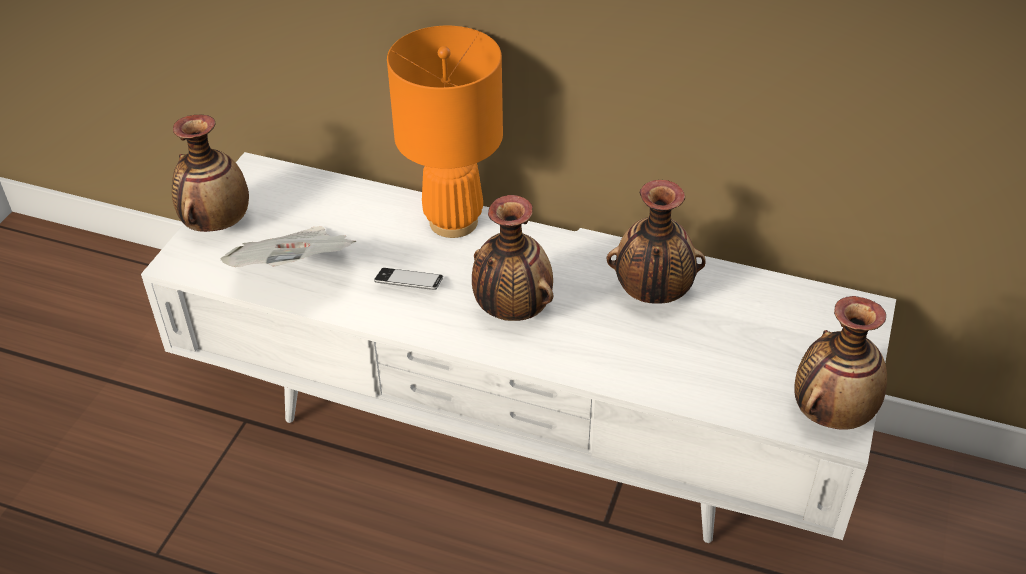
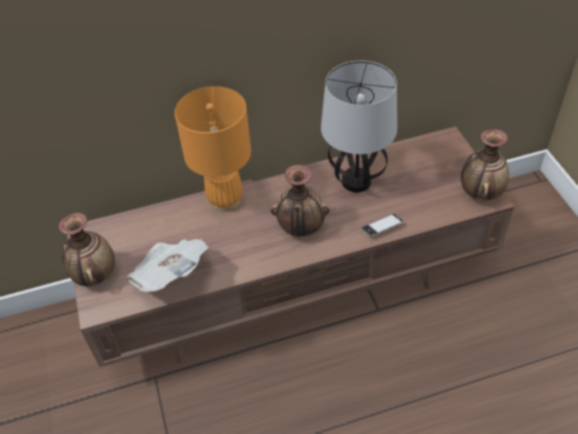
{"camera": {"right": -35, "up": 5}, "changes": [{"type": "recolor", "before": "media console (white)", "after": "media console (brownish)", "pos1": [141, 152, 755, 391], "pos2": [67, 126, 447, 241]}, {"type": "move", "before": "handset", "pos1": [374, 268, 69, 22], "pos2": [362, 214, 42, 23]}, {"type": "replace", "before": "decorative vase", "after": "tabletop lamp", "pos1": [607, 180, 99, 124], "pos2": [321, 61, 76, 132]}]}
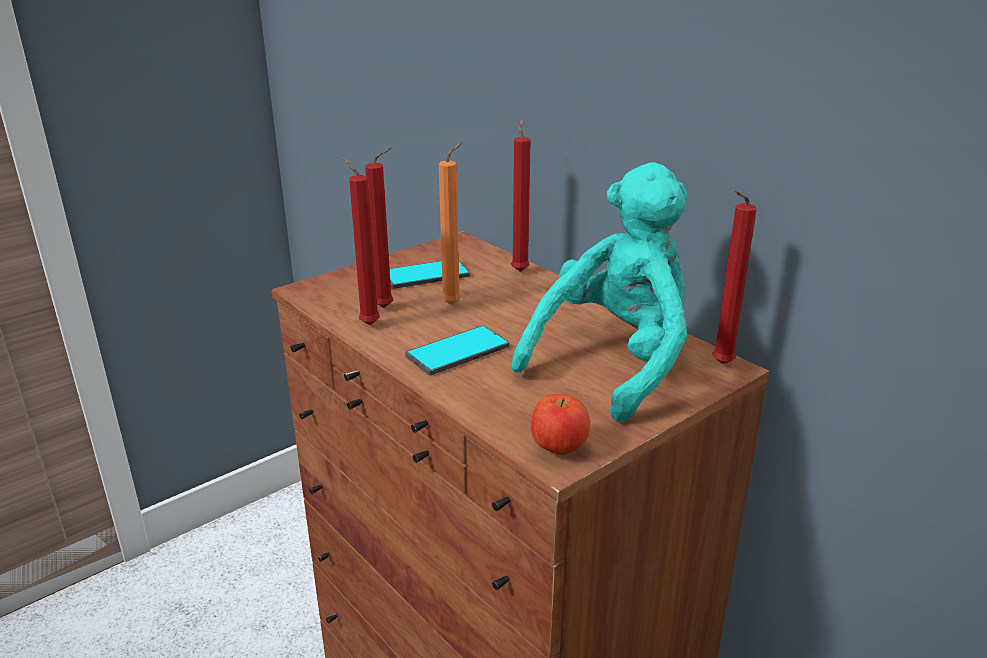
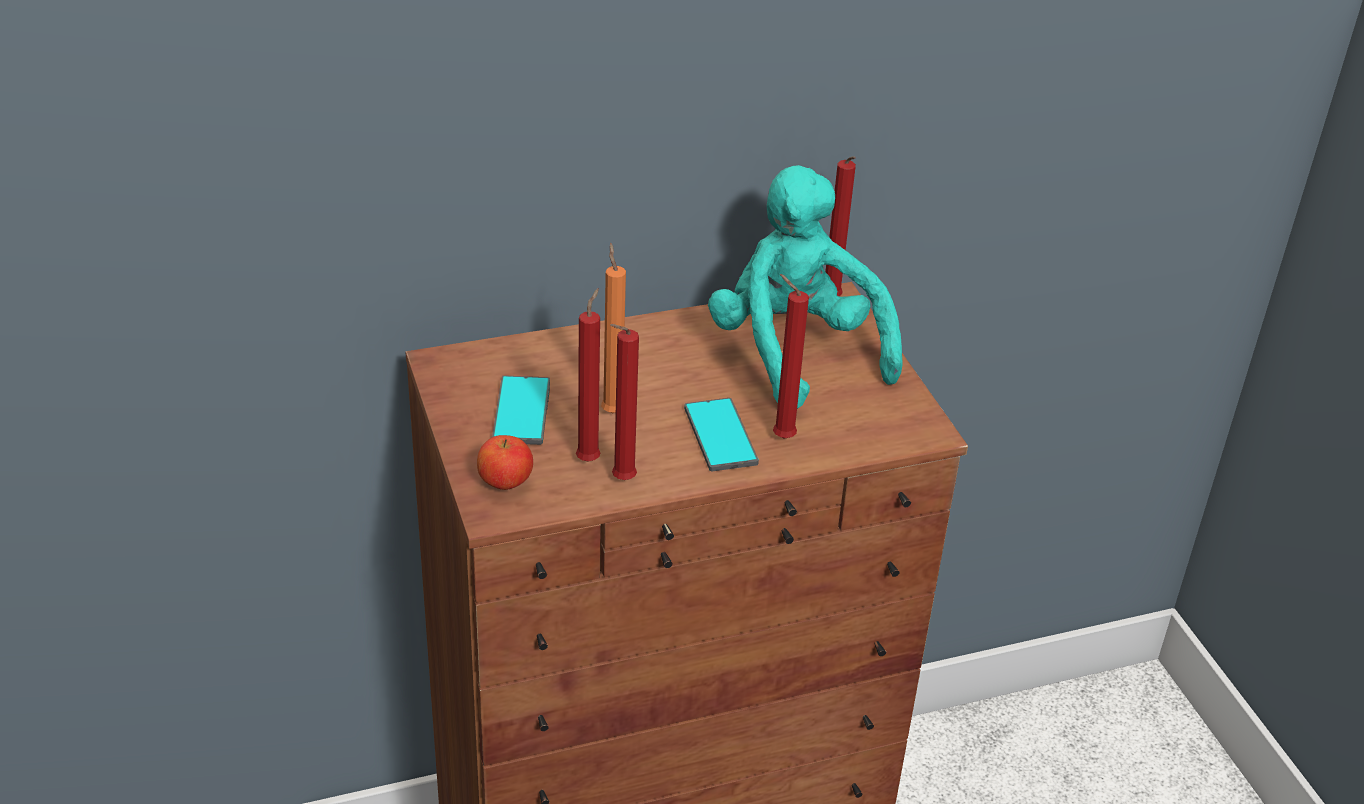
{"camera": {"right": -70, "up": 10}, "changes": [{"type": "move", "before": "wax candle (red-coloured)", "pos1": [511, 119, 20, 153], "pos2": [773, 274, 36, 165]}, {"type": "move", "before": "apple", "pos1": [531, 394, 59, 61], "pos2": [477, 435, 56, 55]}]}
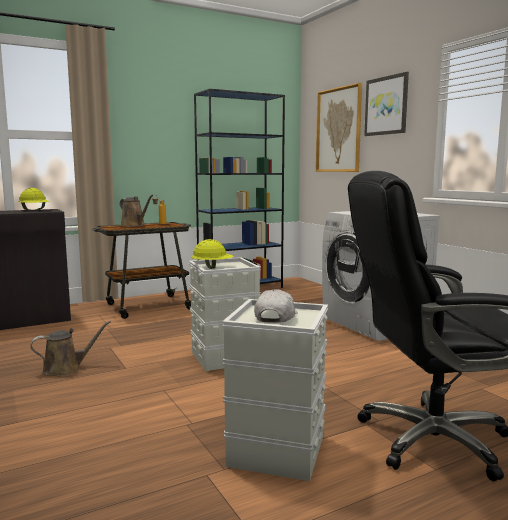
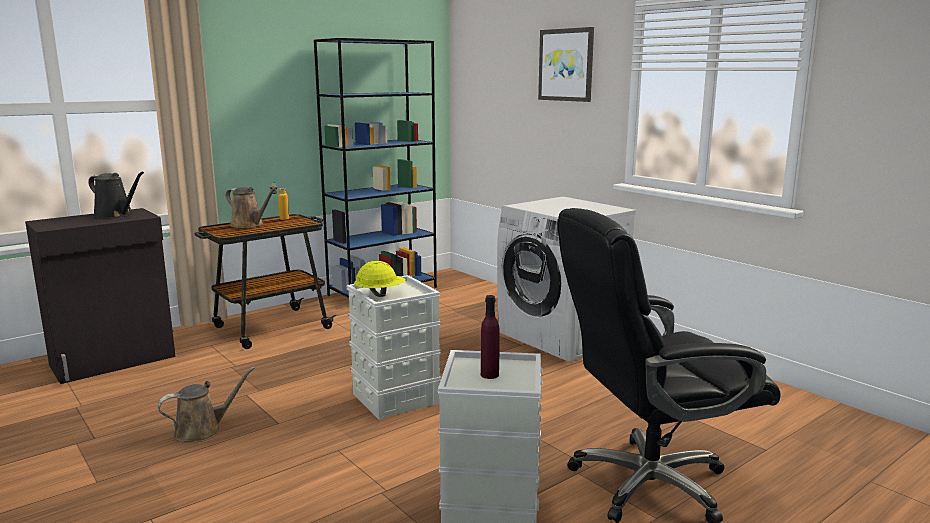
{"camera": {"right": -10, "up": 5}, "changes": [{"type": "replace", "before": "work helmet (yellow-coloured)", "after": "watering can (black)", "pos1": [19, 188, 31, 23], "pos2": [88, 172, 56, 46]}, {"type": "replace", "before": "baseball cap (white)", "after": "beverage bottle (purplish)", "pos1": [254, 289, 44, 34], "pos2": [481, 295, 19, 84]}, {"type": "delete", "before": "wall picture", "pos1": [316, 83, 46, 89]}]}
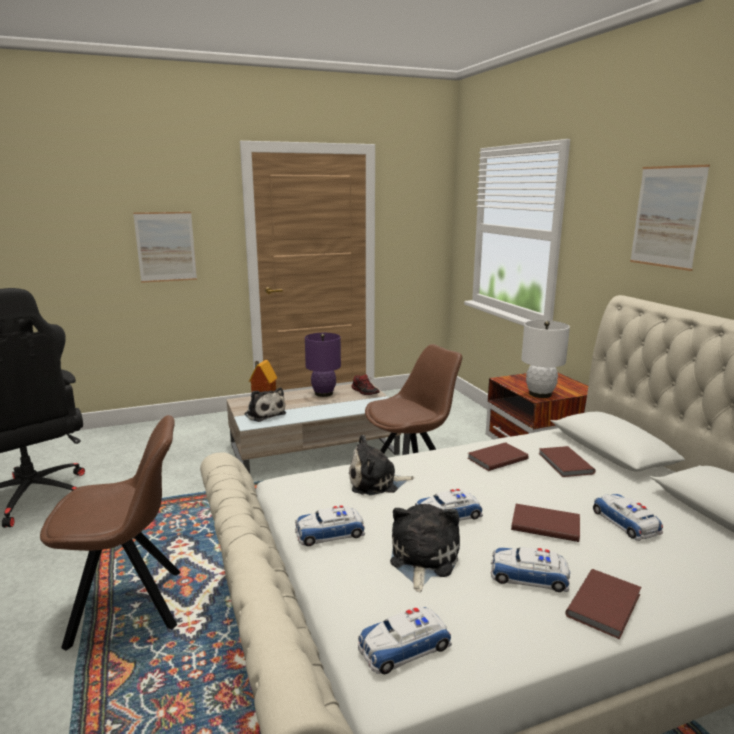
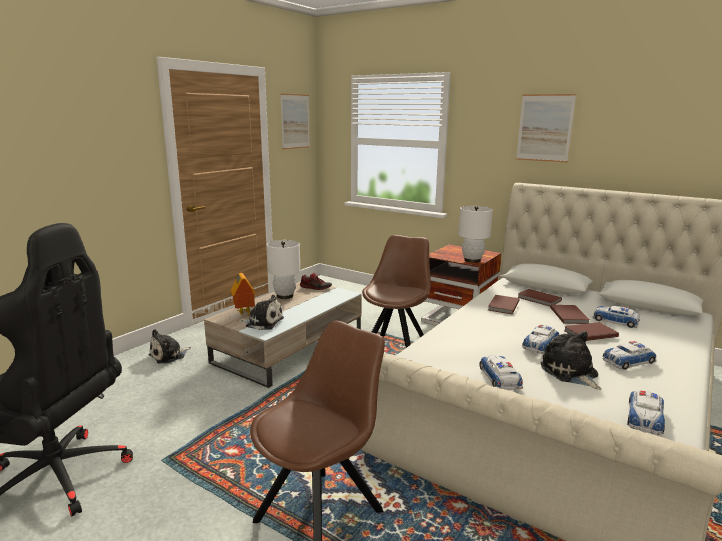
{"camera": {"right": -35, "up": 0}, "changes": [{"type": "move", "before": "wall picture", "pos1": [133, 212, 64, 71], "pos2": [280, 94, 30, 55]}, {"type": "rotate", "before": "toy car", "pos1": [295, 505, 70, 41], "pos2": [480, 356, 43, 34], "turn": 135}, {"type": "recolor", "before": "tabletop lamp (purplish)", "after": "tabletop lamp (white)", "pos1": [305, 333, 36, 64], "pos2": [266, 240, 34, 59]}, {"type": "move", "before": "plush toy", "pos1": [349, 435, 65, 60], "pos2": [148, 329, 43, 35]}, {"type": "move", "before": "book (brownish)", "pos1": [565, 569, 76, 70], "pos2": [550, 305, 40, 19]}]}
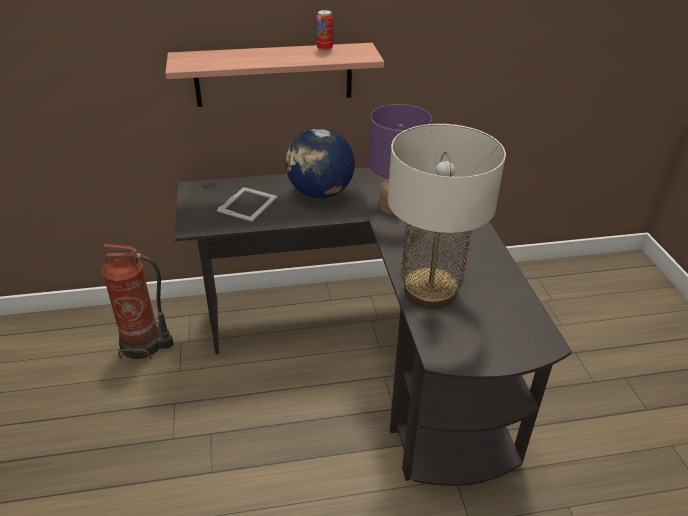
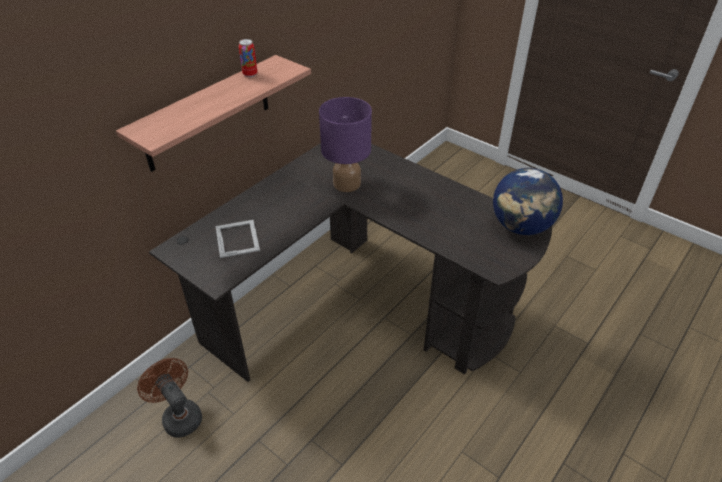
{"camera": {"right": -40, "up": 5}, "changes": [{"type": "replace", "before": "fire-fighting cylinder", "after": "electric fan (brownish)", "pos1": [102, 244, 72, 115], "pos2": [137, 358, 65, 80]}, {"type": "move", "before": "world globe", "pos1": [285, 129, 70, 70], "pos2": [493, 168, 70, 67]}, {"type": "delete", "before": "tabletop lamp", "pos1": [388, 124, 118, 185]}]}
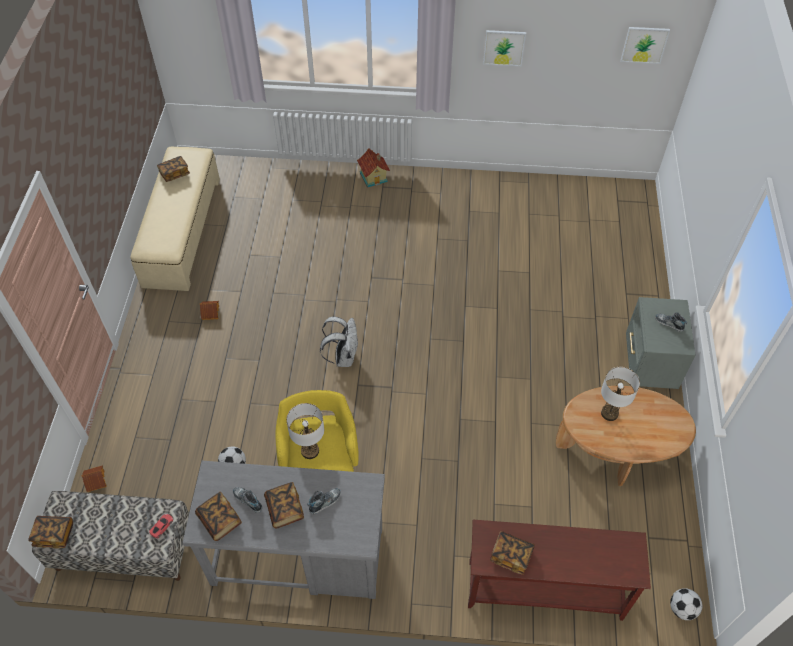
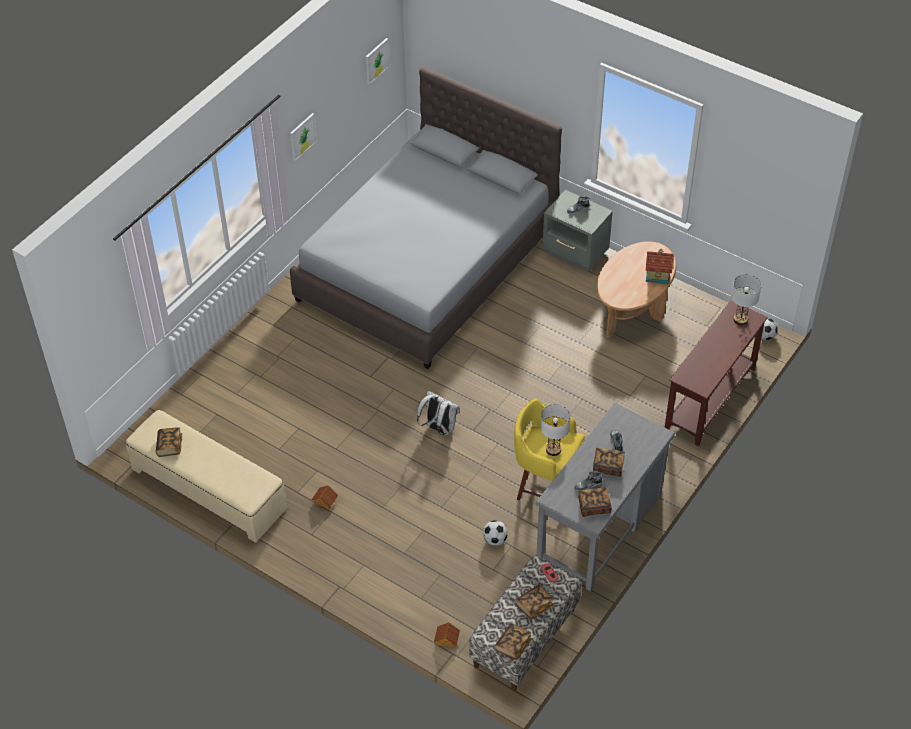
{"camera": {"right": -60, "up": -5}, "changes": [{"type": "move", "before": "toy house", "pos1": [357, 148, 33, 40], "pos2": [645, 248, 29, 36]}, {"type": "move", "before": "book", "pos1": [490, 531, 45, 44], "pos2": [515, 585, 39, 35]}, {"type": "move", "before": "tabletop lamp", "pos1": [601, 367, 39, 54], "pos2": [731, 274, 30, 51]}, {"type": "insert", "after": "bedroom bed (gray)", "pos2": [290, 67, 272, 302]}]}
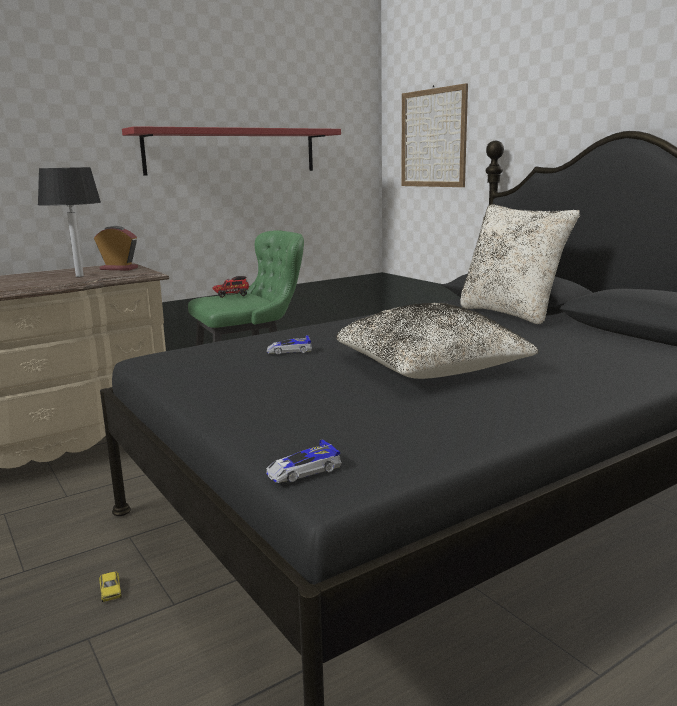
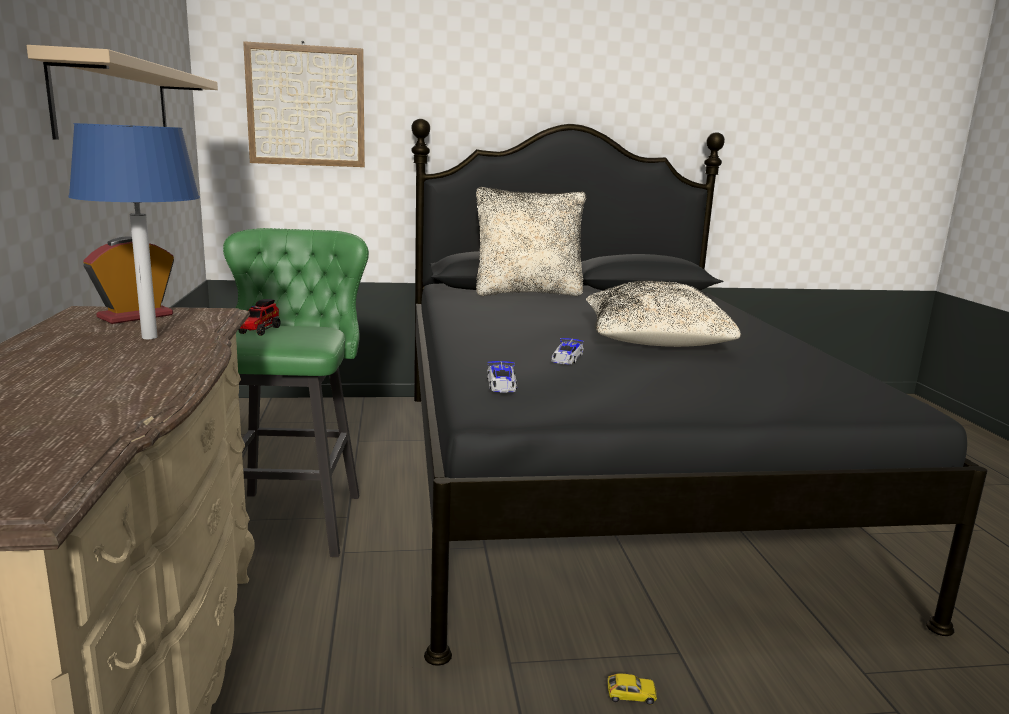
{"camera": {"right": -65, "up": 0}, "changes": [{"type": "recolor", "before": "tabletop lamp (black)", "after": "tabletop lamp (blue-coloured)", "pos1": [38, 167, 63, 110], "pos2": [68, 123, 132, 216]}, {"type": "recolor", "before": "bracket shelf (red-coloured)", "after": "bracket shelf (sand-coloured)", "pos1": [122, 126, 219, 50], "pos2": [27, 45, 191, 95]}, {"type": "move", "before": "toy car", "pos1": [266, 439, 76, 44], "pos2": [487, 361, 30, 32]}]}
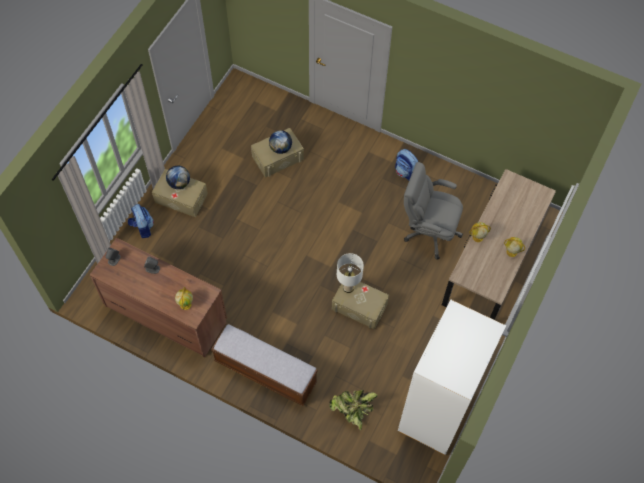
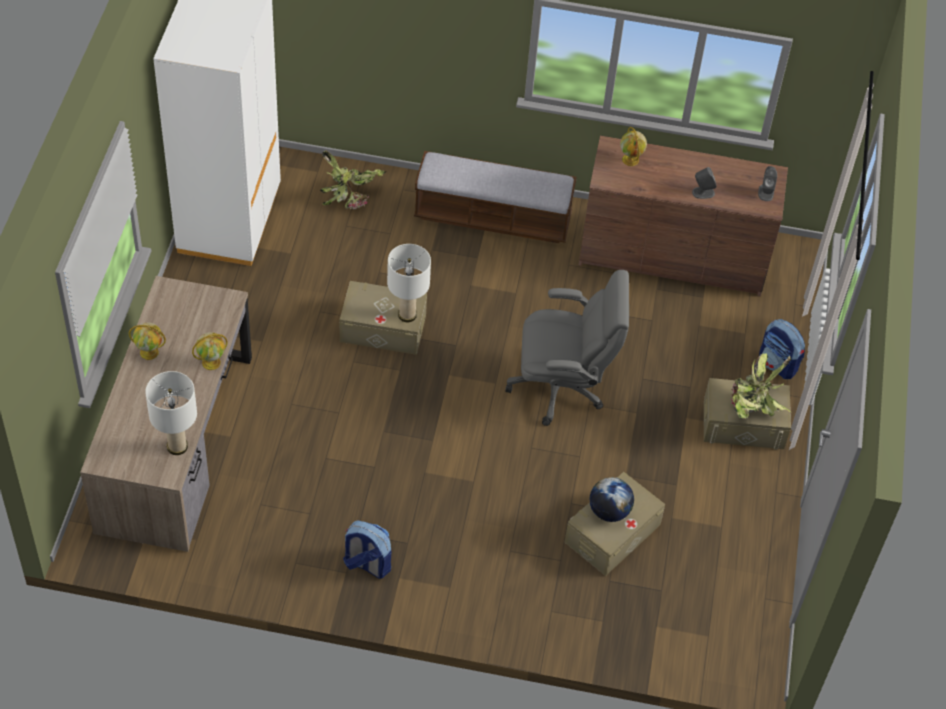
{"camera": {"right": 160, "up": -10}, "changes": [{"type": "replace", "before": "world globe", "after": "houseplant", "pos1": [166, 166, 24, 23], "pos2": [731, 353, 61, 66]}, {"type": "move", "before": "office chair (gray)", "pos1": [404, 162, 59, 98], "pos2": [505, 270, 124, 156]}, {"type": "insert", "after": "tabletop lamp (white)", "pos2": [145, 371, 52, 84]}]}
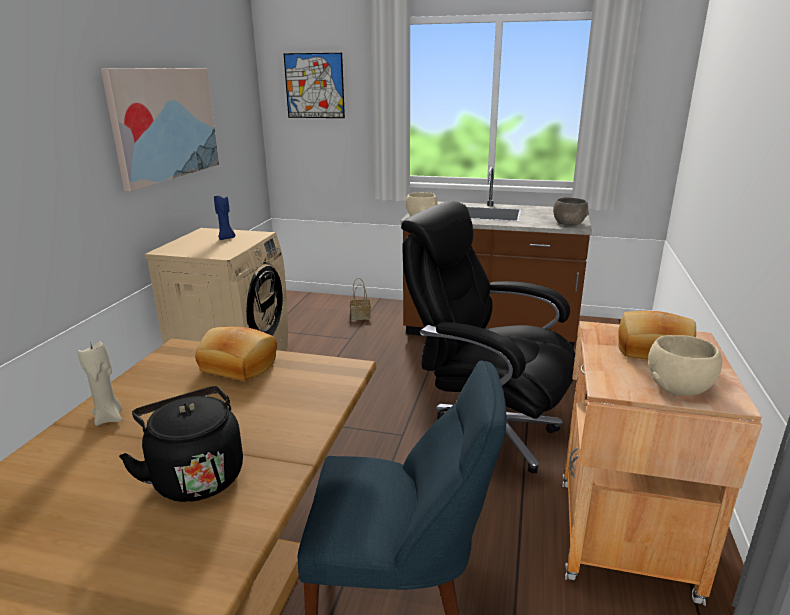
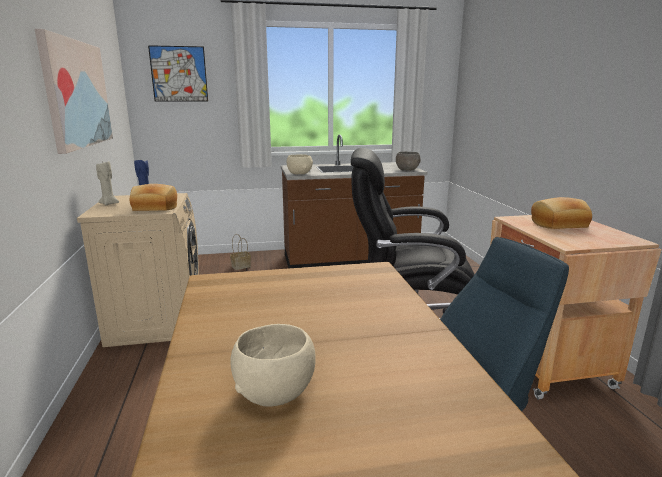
{"camera": {"right": -25, "up": -5}, "changes": [{"type": "move", "before": "wax candle (sand-coloured)", "pos1": [77, 341, 45, 85], "pos2": [96, 161, 23, 44]}, {"type": "delete", "before": "kettle (black)", "pos1": [119, 386, 124, 116]}, {"type": "move", "before": "bread", "pos1": [195, 327, 82, 54], "pos2": [130, 184, 47, 27]}, {"type": "move", "before": "deep dish (sand-coloured)", "pos1": [648, 335, 74, 61], "pos2": [230, 324, 86, 83]}]}
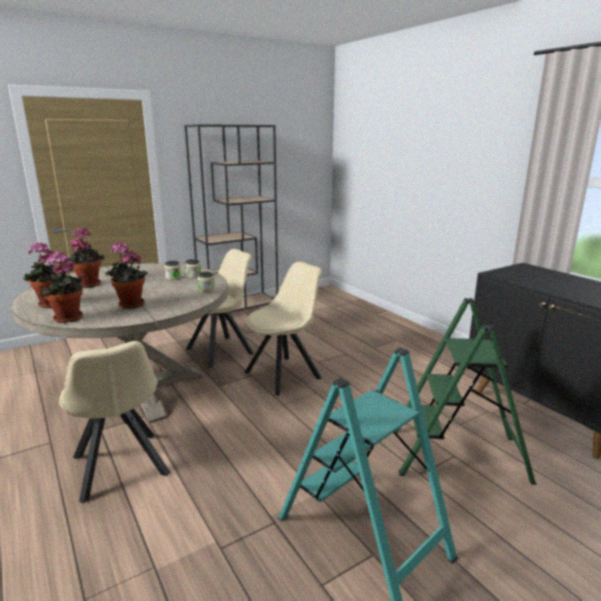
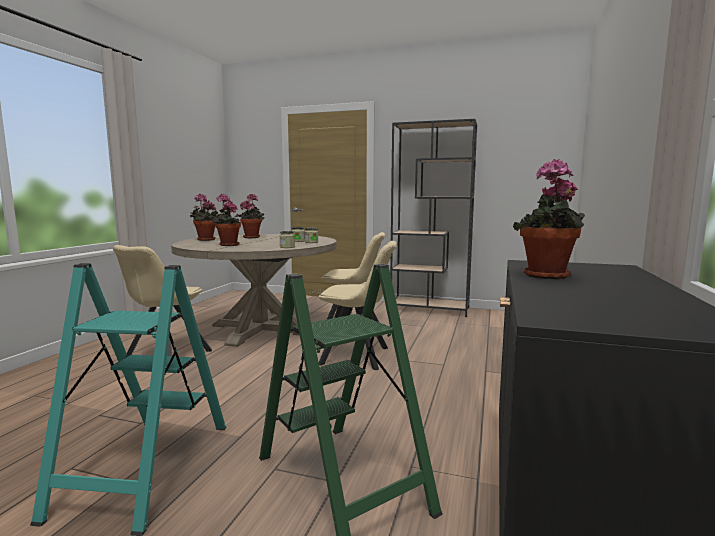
{"camera": {"right": 50, "up": -10}, "changes": [{"type": "move", "before": "houseplant", "pos1": [39, 251, 44, 72], "pos2": [513, 159, 72, 120]}]}
